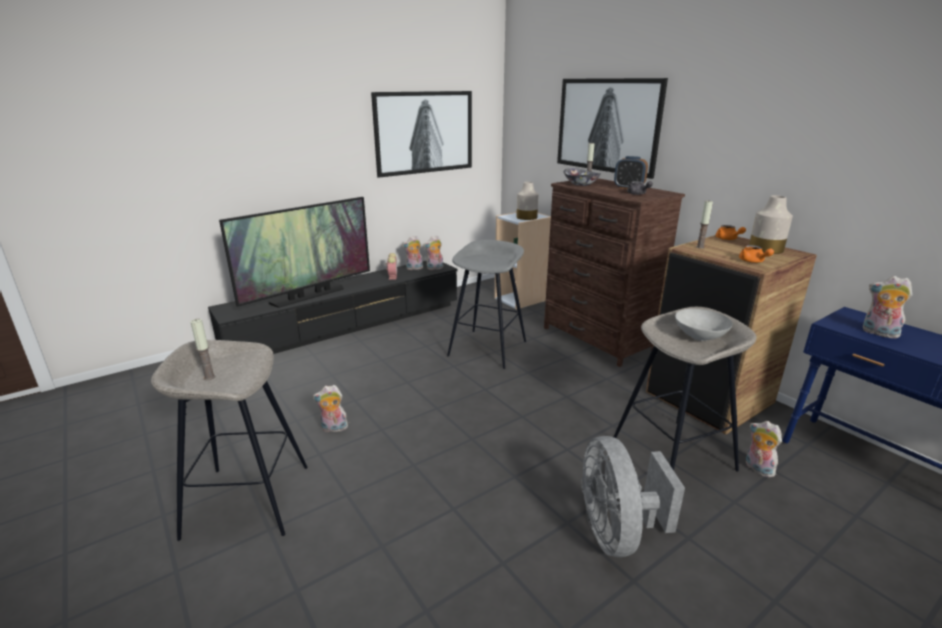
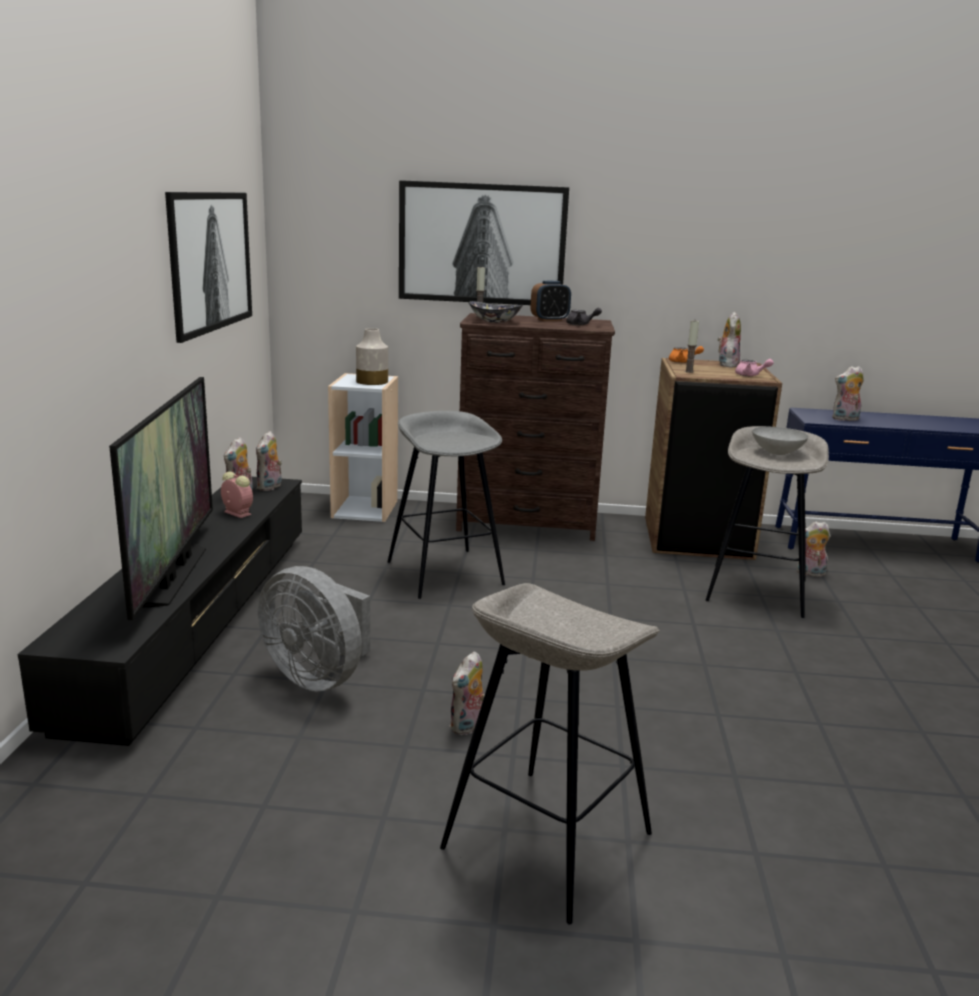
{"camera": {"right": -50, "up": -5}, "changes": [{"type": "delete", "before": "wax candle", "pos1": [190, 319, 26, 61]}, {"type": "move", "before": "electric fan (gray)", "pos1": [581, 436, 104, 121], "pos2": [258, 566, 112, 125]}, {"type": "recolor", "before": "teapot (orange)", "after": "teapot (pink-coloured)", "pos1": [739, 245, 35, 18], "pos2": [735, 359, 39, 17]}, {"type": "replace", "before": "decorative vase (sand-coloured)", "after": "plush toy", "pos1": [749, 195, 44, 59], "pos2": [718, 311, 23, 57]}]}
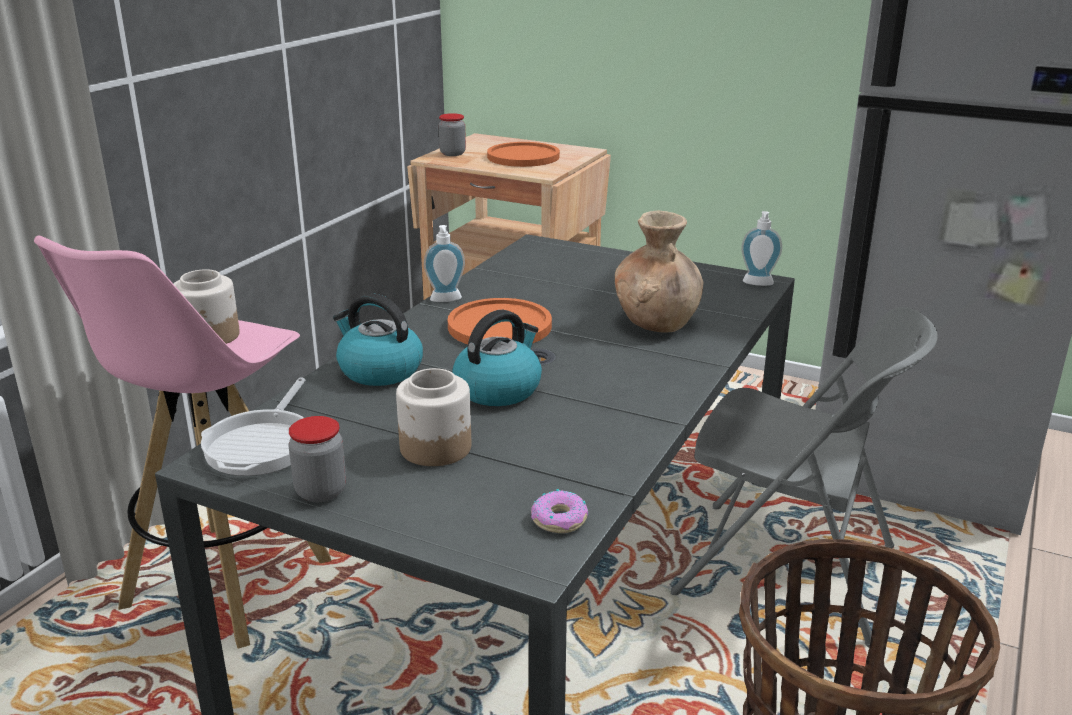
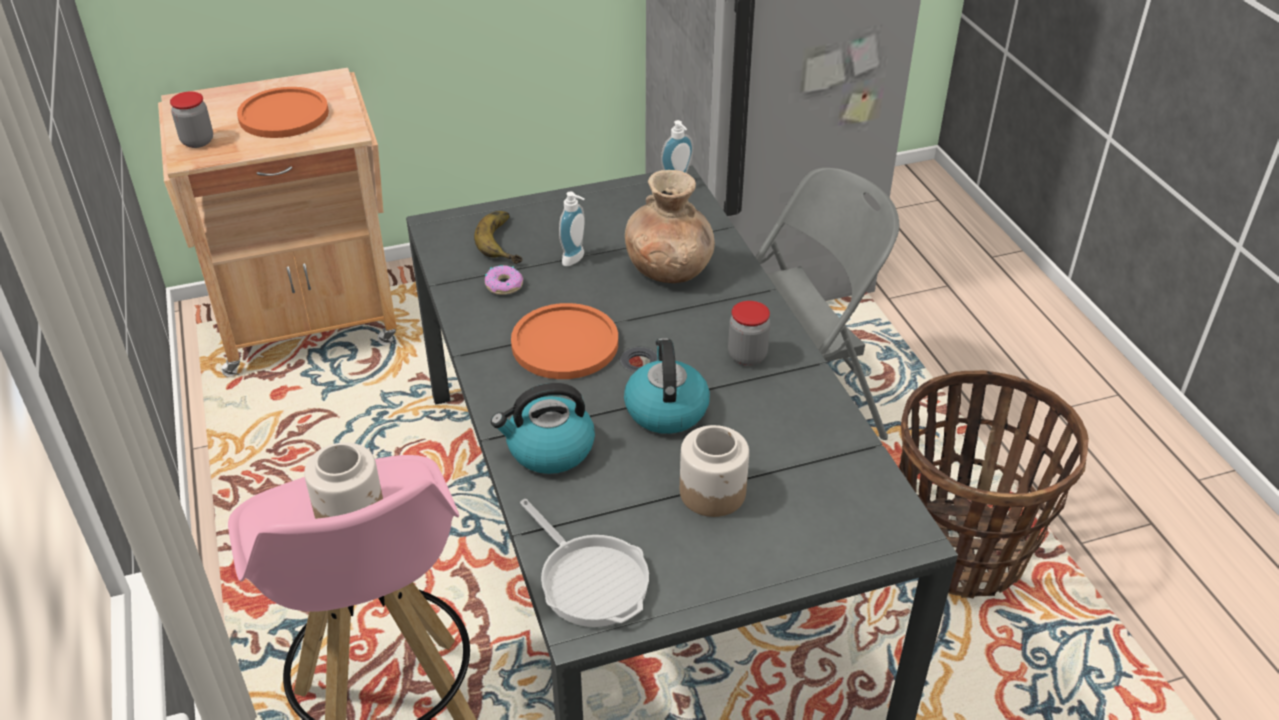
{"camera": {"right": -45, "up": 15}, "changes": [{"type": "move", "before": "storage jar", "pos1": [289, 416, 57, 86], "pos2": [728, 301, 42, 65]}, {"type": "move", "before": "soap bottle", "pos1": [424, 225, 41, 77], "pos2": [559, 192, 26, 74]}, {"type": "move", "before": "donut", "pos1": [531, 489, 57, 44], "pos2": [485, 265, 38, 30]}, {"type": "insert", "after": "banana", "pos2": [474, 211, 48, 53]}]}
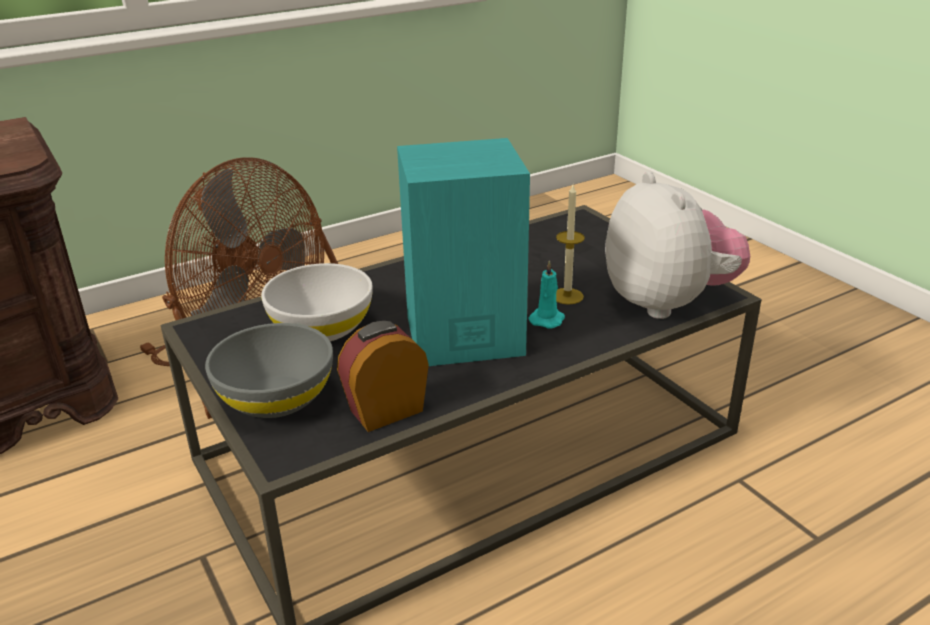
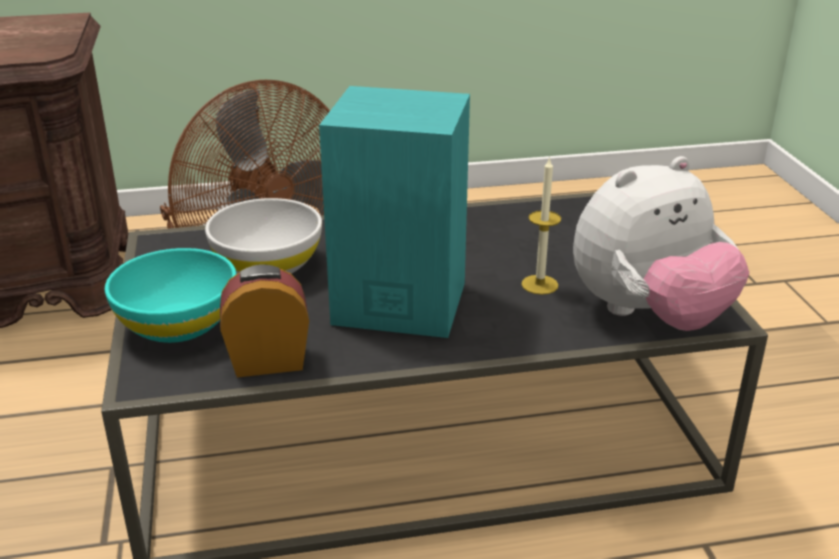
{"camera": {"right": 20, "up": 0}, "changes": [{"type": "recolor", "before": "deep dish (gray)", "after": "deep dish (blue-green)", "pos1": [205, 323, 128, 95], "pos2": [105, 248, 131, 95]}, {"type": "delete", "before": "wax candle (blue-green)", "pos1": [529, 260, 36, 69]}, {"type": "rotate", "before": "plush toy", "pos1": [605, 171, 145, 148], "pos2": [573, 156, 176, 175], "turn": 60}]}
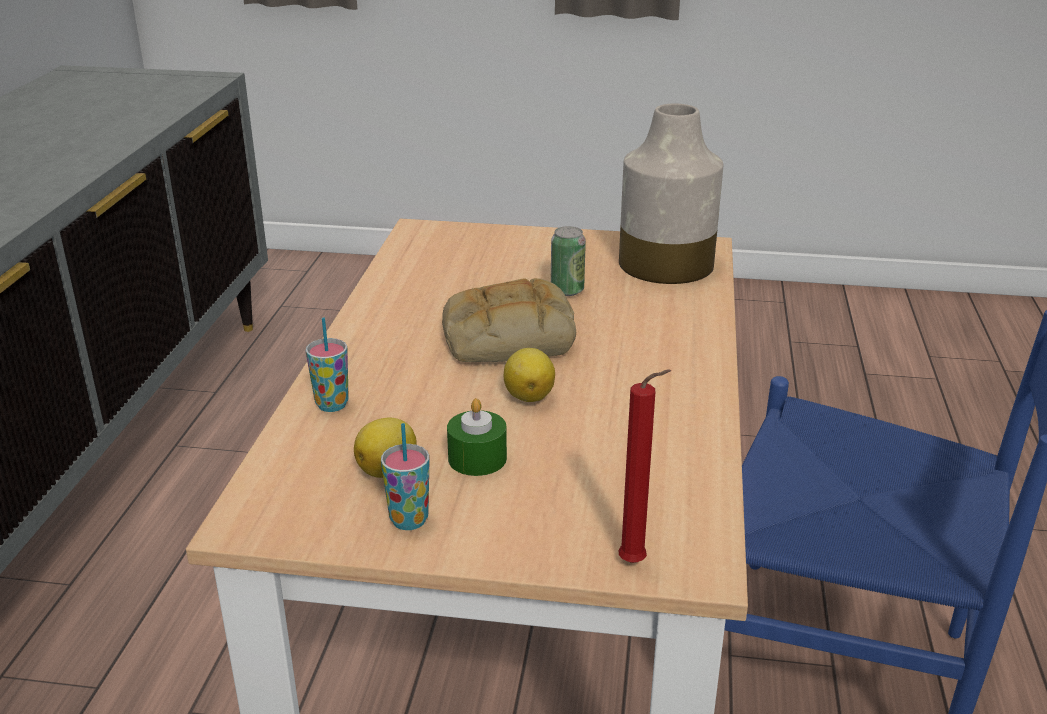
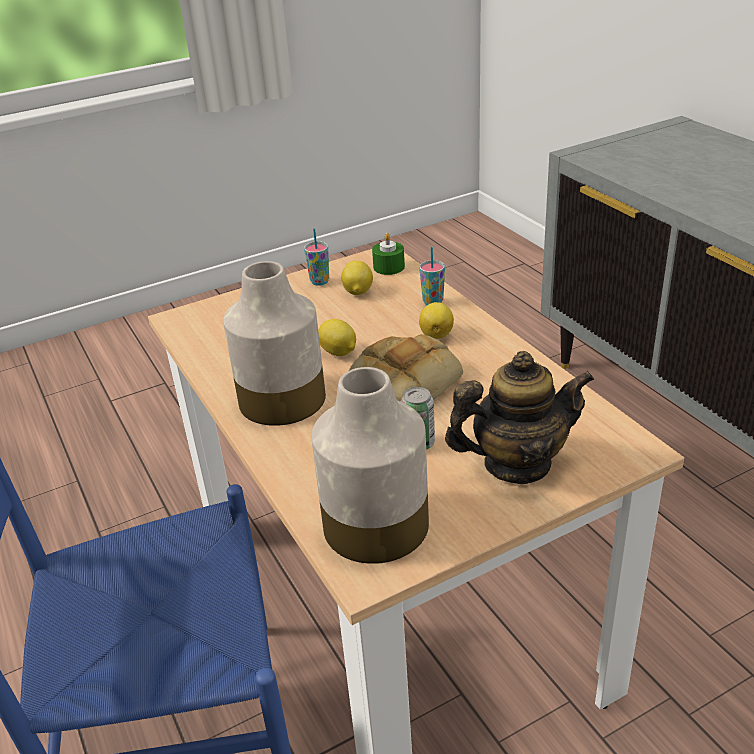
{"camera": {"right": 145, "up": 5}, "changes": [{"type": "move", "before": "wax candle (green)", "pos1": [447, 398, 60, 78], "pos2": [372, 233, 33, 42]}, {"type": "delete", "before": "wax candle (red-coloured)", "pos1": [619, 369, 52, 194]}, {"type": "insert", "after": "decorative vase (sand-coloured)", "pos2": [223, 261, 103, 165]}, {"type": "insert", "after": "citrus fruit", "pos2": [419, 302, 35, 37]}, {"type": "insert", "after": "teapot", "pos2": [445, 351, 149, 133]}]}
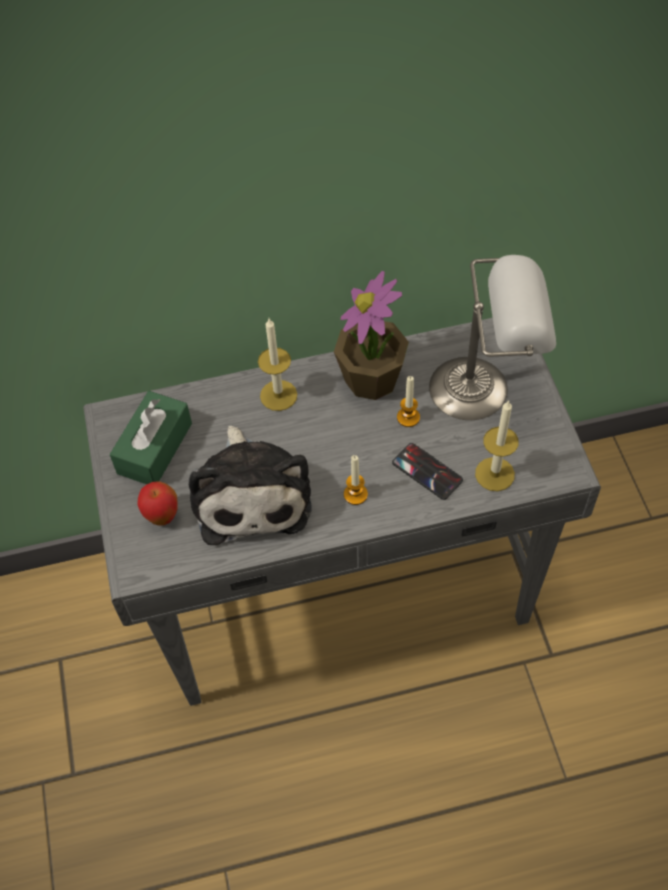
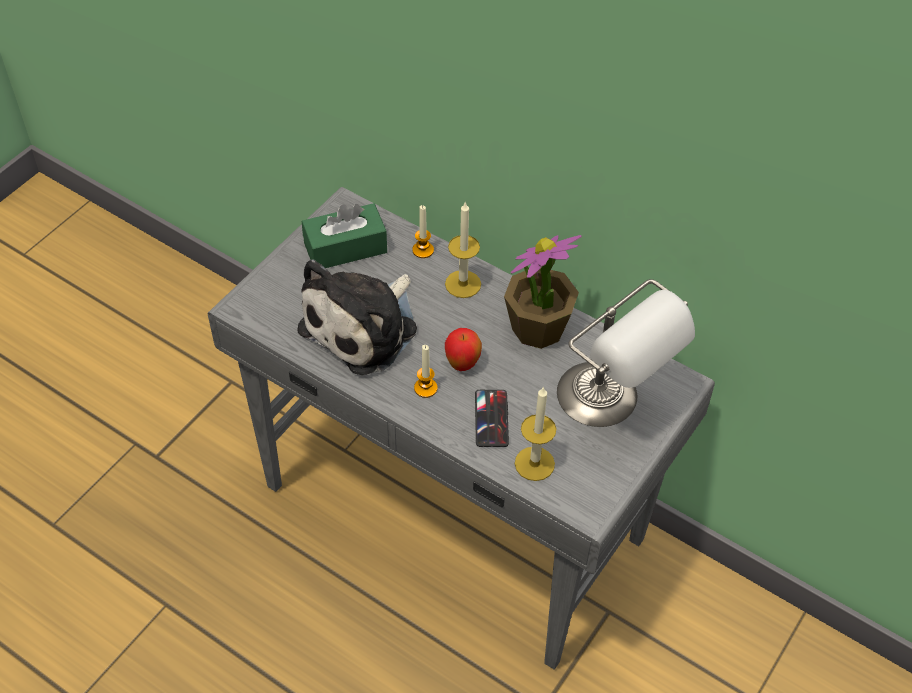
{"camera": {"right": 45, "up": -5}, "changes": [{"type": "move", "before": "apple", "pos1": [137, 481, 41, 45], "pos2": [445, 328, 37, 43]}, {"type": "move", "before": "wax candle", "pos1": [397, 376, 23, 51], "pos2": [412, 205, 22, 53]}]}
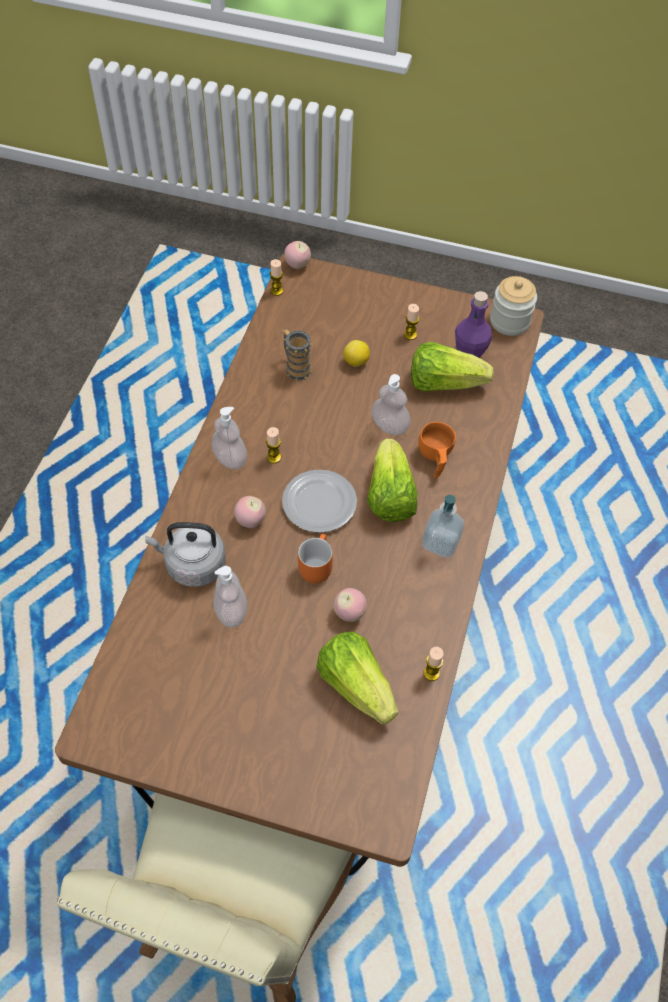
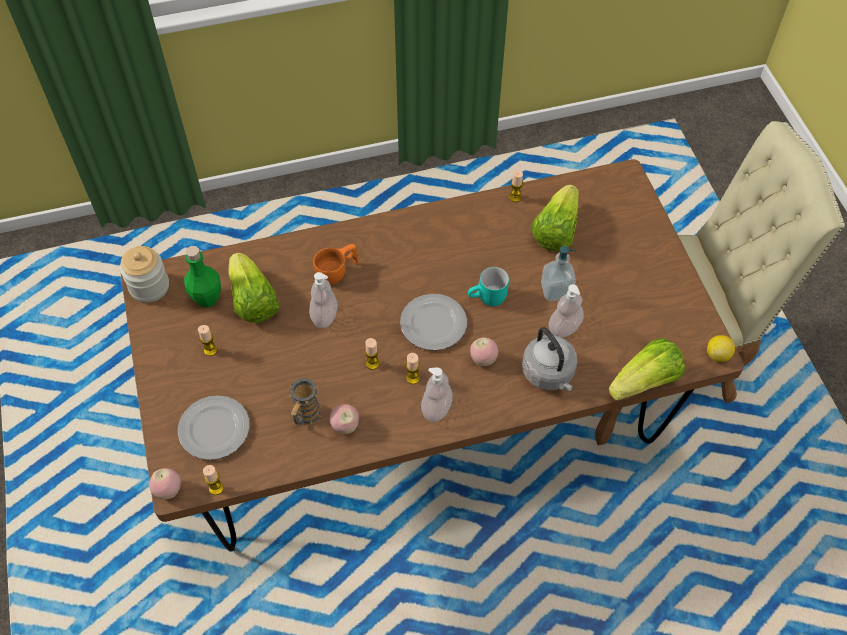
{"camera": {"right": -120, "up": 0}, "changes": [{"type": "recolor", "before": "tea mug (orange)", "after": "tea mug (blue-green)", "pos1": [298, 534, 35, 50], "pos2": [468, 267, 41, 39]}, {"type": "move", "before": "apple", "pos1": [333, 588, 34, 34], "pos2": [330, 404, 29, 30]}, {"type": "move", "before": "citrus fruit", "pos1": [343, 340, 27, 27], "pos2": [707, 335, 28, 27]}, {"type": "move", "before": "head of lettuce", "pos1": [367, 439, 51, 83], "pos2": [608, 338, 77, 62]}, {"type": "move", "before": "soap bottle", "pos1": [422, 495, 42, 63], "pos2": [541, 246, 35, 55]}, {"type": "recolor", "before": "beverage bottle (purplish)", "after": "beverage bottle (green)", "pos1": [455, 291, 37, 67], "pos2": [184, 246, 37, 61]}, {"type": "insert", "after": "flat dish", "pos2": [178, 395, 72, 65]}, {"type": "insert", "after": "wax candle", "pos2": [365, 338, 15, 32]}]}
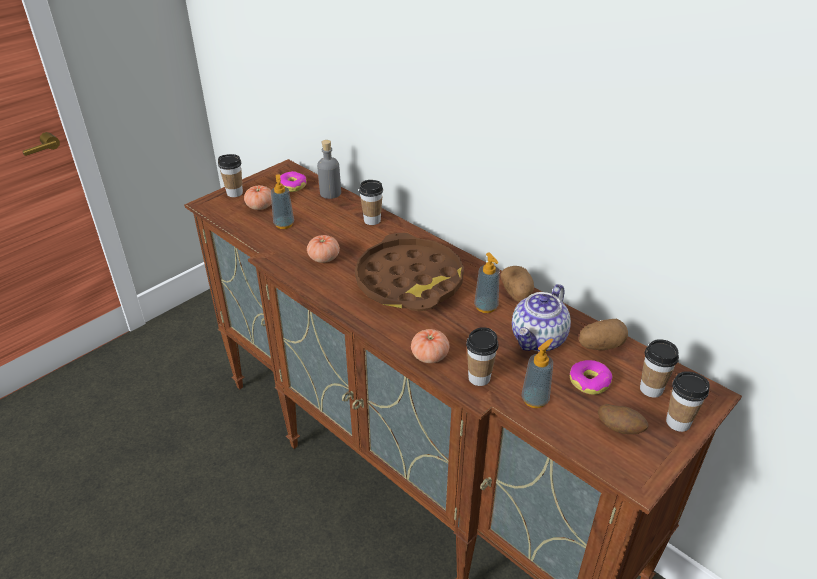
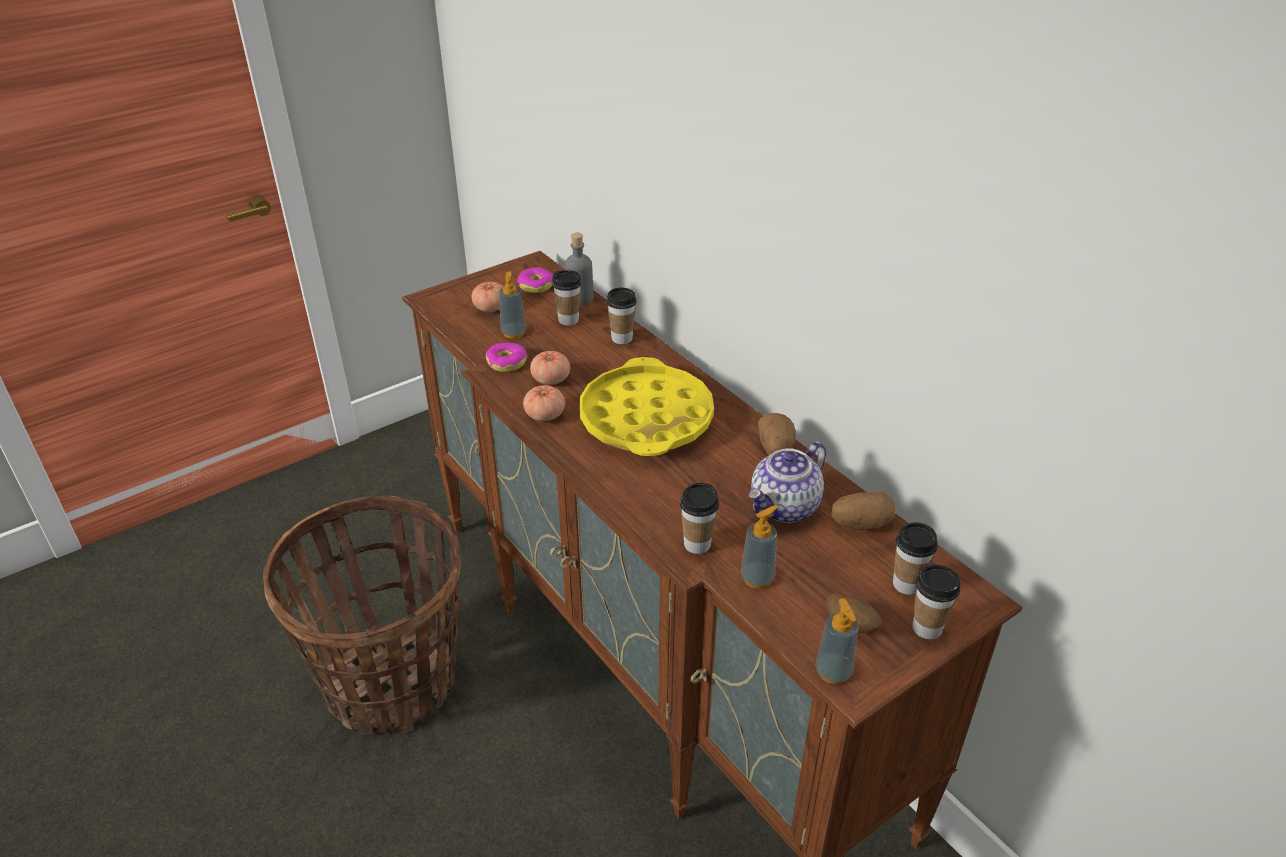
{"camera": {"right": 10, "up": 0}, "changes": [{"type": "move", "before": "small cup", "pos1": [218, 154, 25, 43], "pos2": [552, 270, 30, 56]}, {"type": "recolor", "before": "tray (brownish)", "after": "tray (yellow-coloured)", "pos1": [355, 233, 109, 78], "pos2": [580, 357, 134, 99]}, {"type": "move", "before": "fresh tomato", "pos1": [411, 329, 38, 34], "pos2": [523, 385, 42, 36]}, {"type": "move", "before": "soap bottle", "pos1": [474, 252, 26, 61], "pos2": [815, 598, 44, 86]}, {"type": "move", "before": "donut", "pos1": [570, 360, 42, 35], "pos2": [486, 343, 41, 29]}, {"type": "insert", "after": "basket", "pos2": [263, 496, 198, 239]}]}
